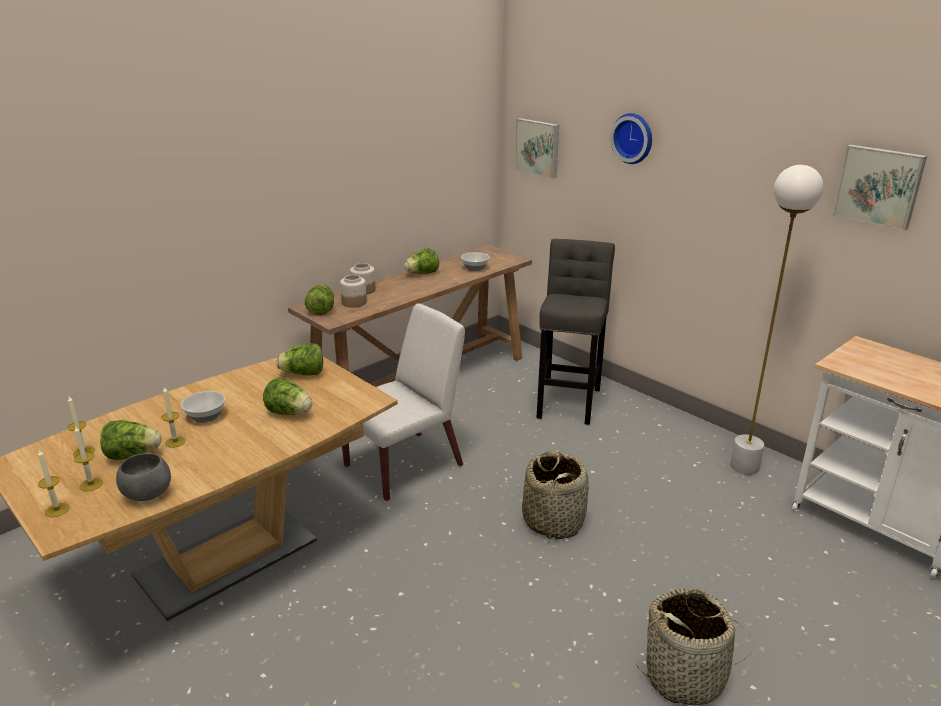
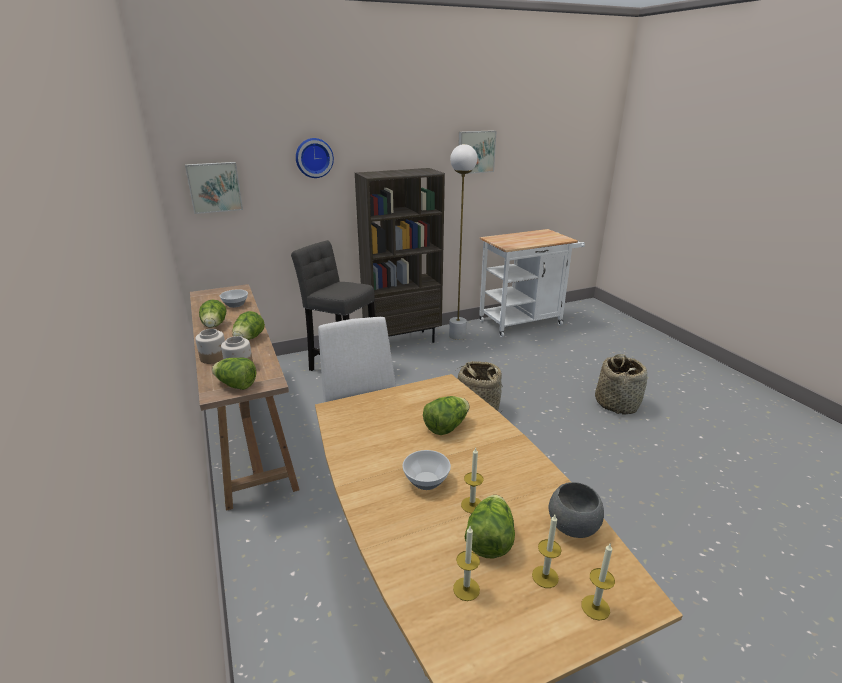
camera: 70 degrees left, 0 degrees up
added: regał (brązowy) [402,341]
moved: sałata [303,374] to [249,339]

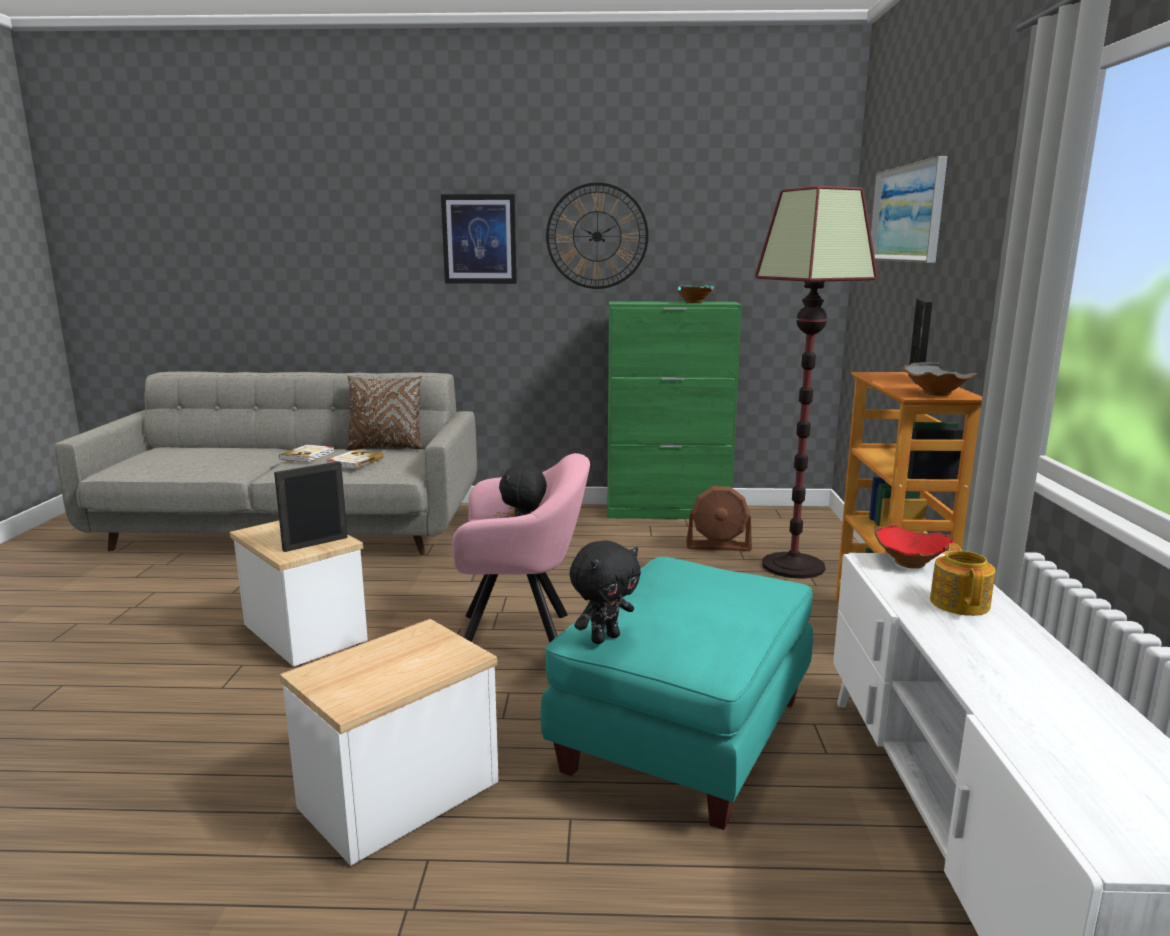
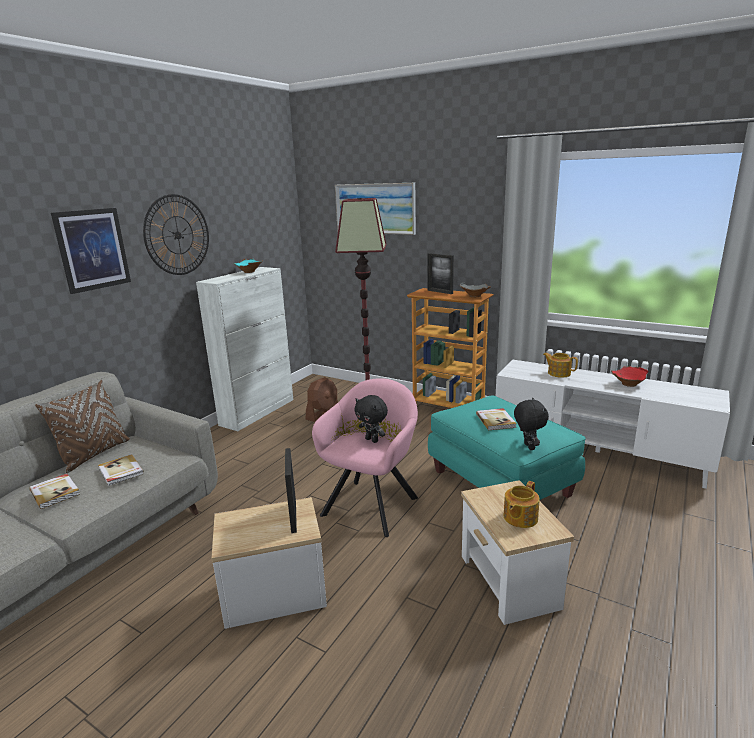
camera: 60 degrees left, 5 degrees up
added: książka [496,420]; imbryk [519,518]
moved: miska (czerwony) [910,562] to [628,384]
recoloured: szafka (zielony) [668,512] to szafka (biały) [258,412]

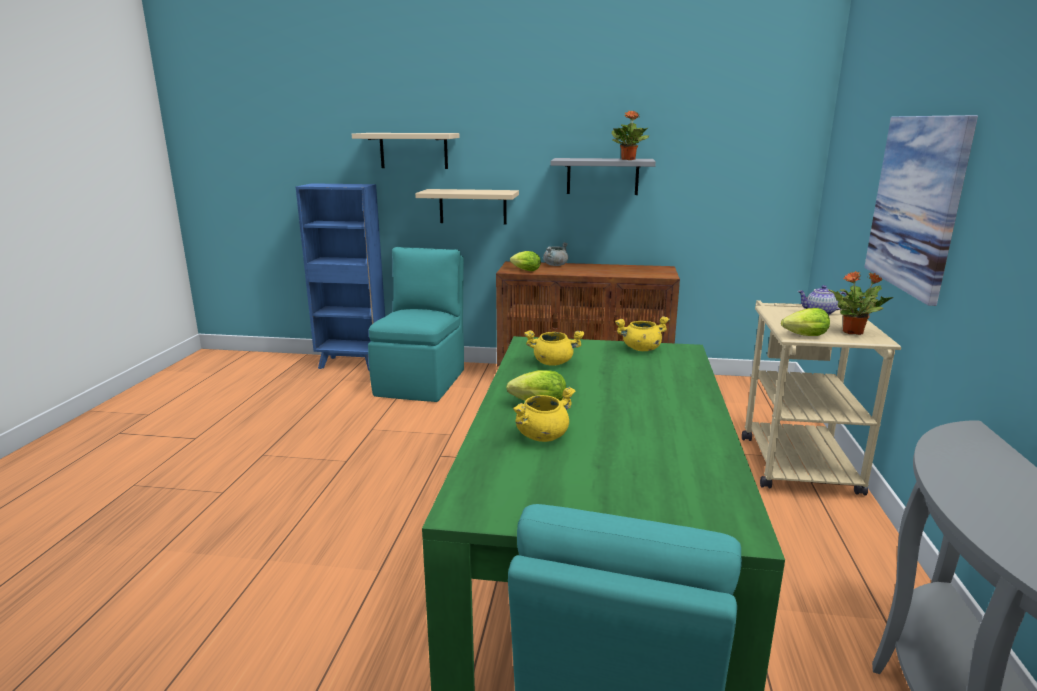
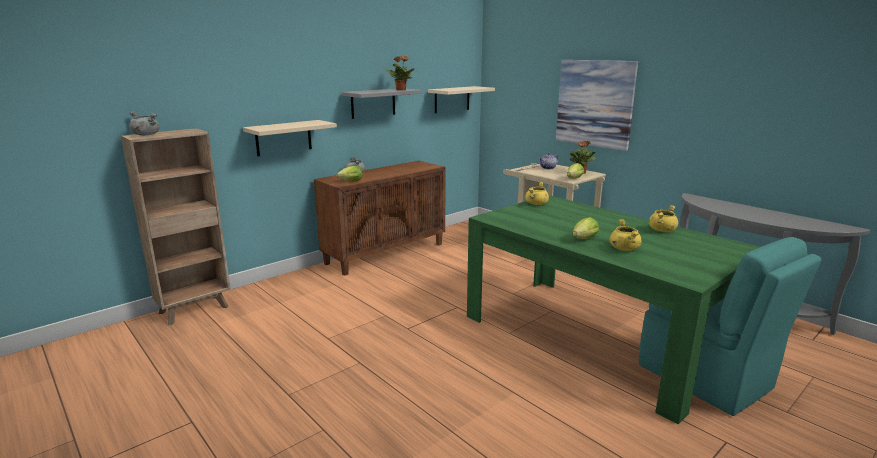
camera: 50 degrees left, 0 degrees up
removed: krzesło (turkusowy) [422,382]
added: garnek (szary) [145,135]
moved: półka (beżowy) [413,150] to [452,99]; garnek (żółty) [553,362] to [662,230]
recoloured: regał (niebieski) [352,364] to regał (brązowy) [195,309]

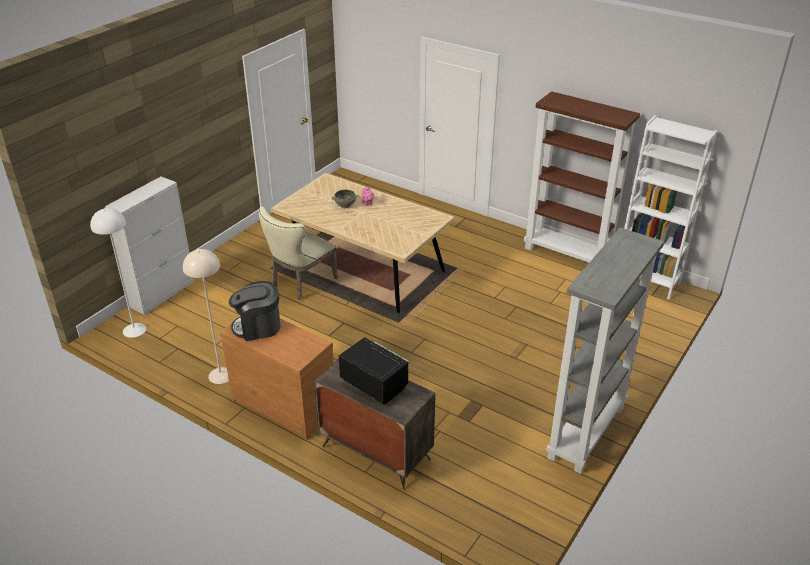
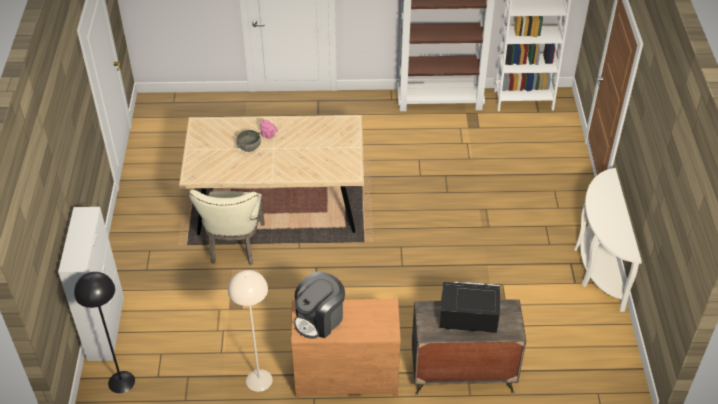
camera: 35 degrees left, 10 degrees up
replaced: regał (szary) [587,433] to stolik konsolowy (biały) [596,266]
recoloured: lampa stojąca (biały) [134,330] to lampa stojąca (czarny) [121,382]

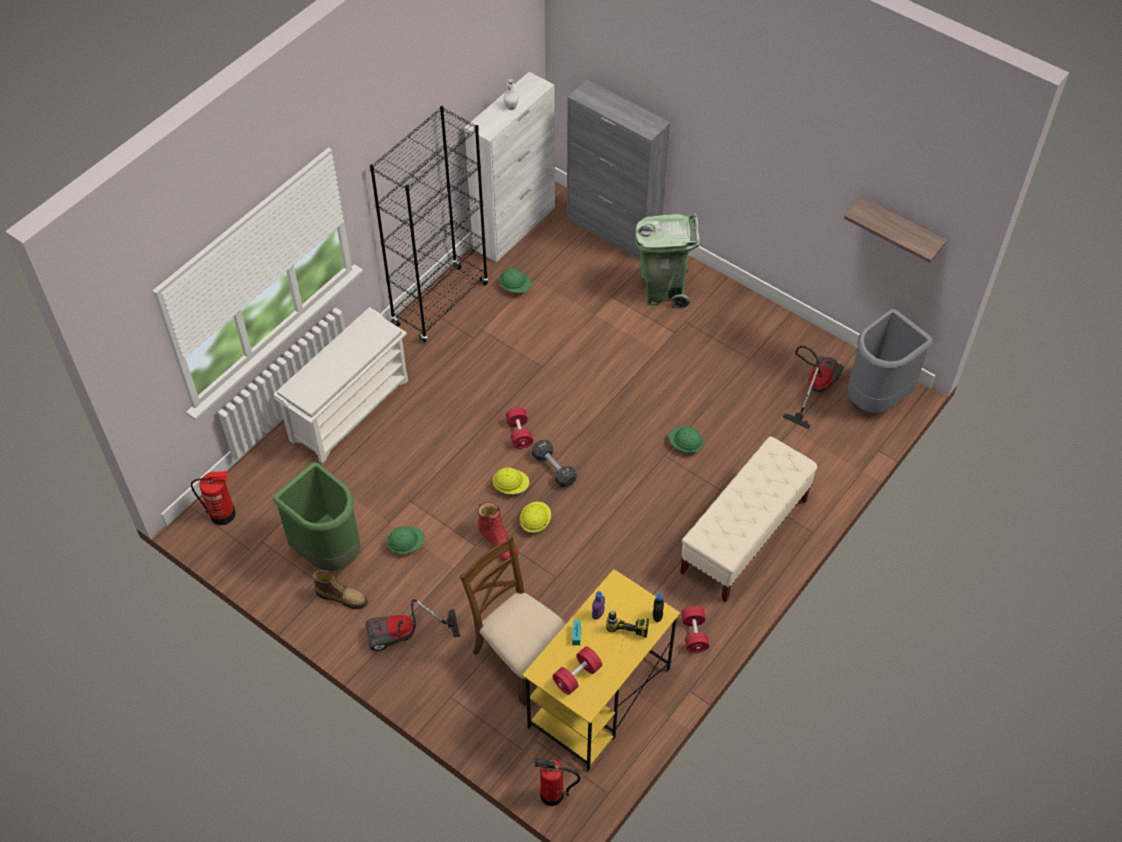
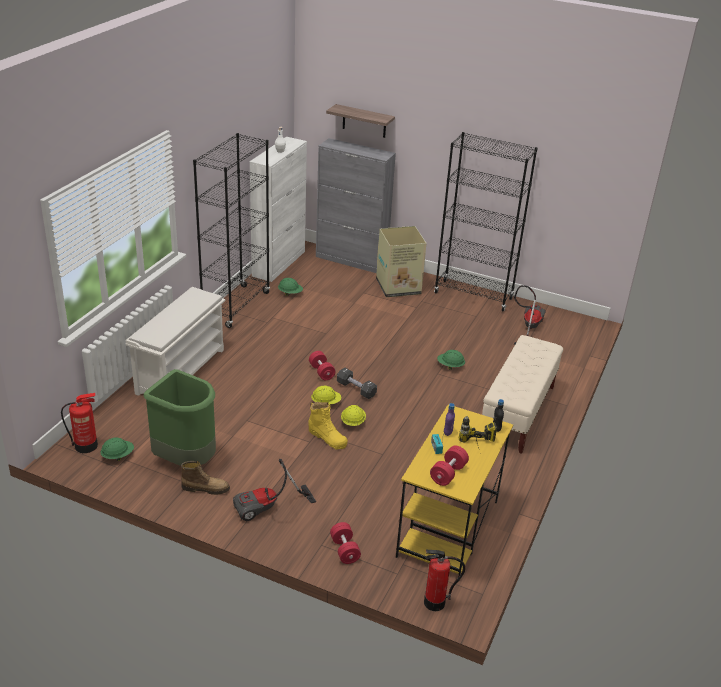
camera: 15 degrees left, 20 degrees down
removed: krzesło (brązowy) [521,657]; kosz na śmieci (szary) [876,398]
added: regał (czarny) [473,296]
moved: kask (zielony) [406,545] to [118,456]; półka [900,230] to [364,121]; hantel (czerwony) [694,634] to [344,550]
replaced: kosz na śmieci (zielony) [663,291] to karton [399,287]
recoloured: but z cholewką (czerwony) [498,542] to but z cholewką (żółty) [327,437]

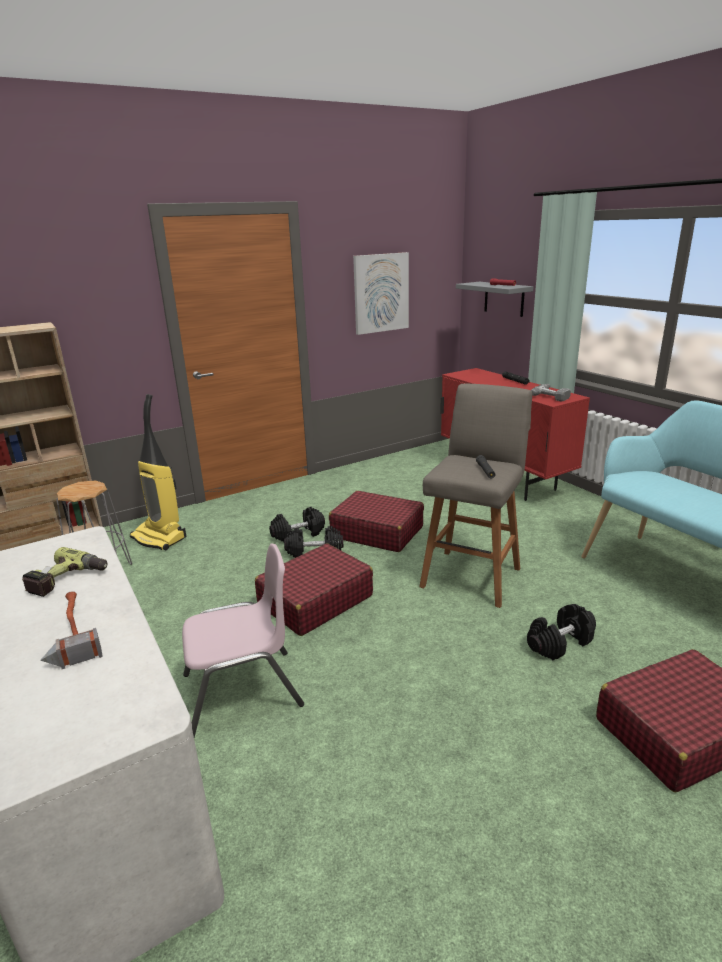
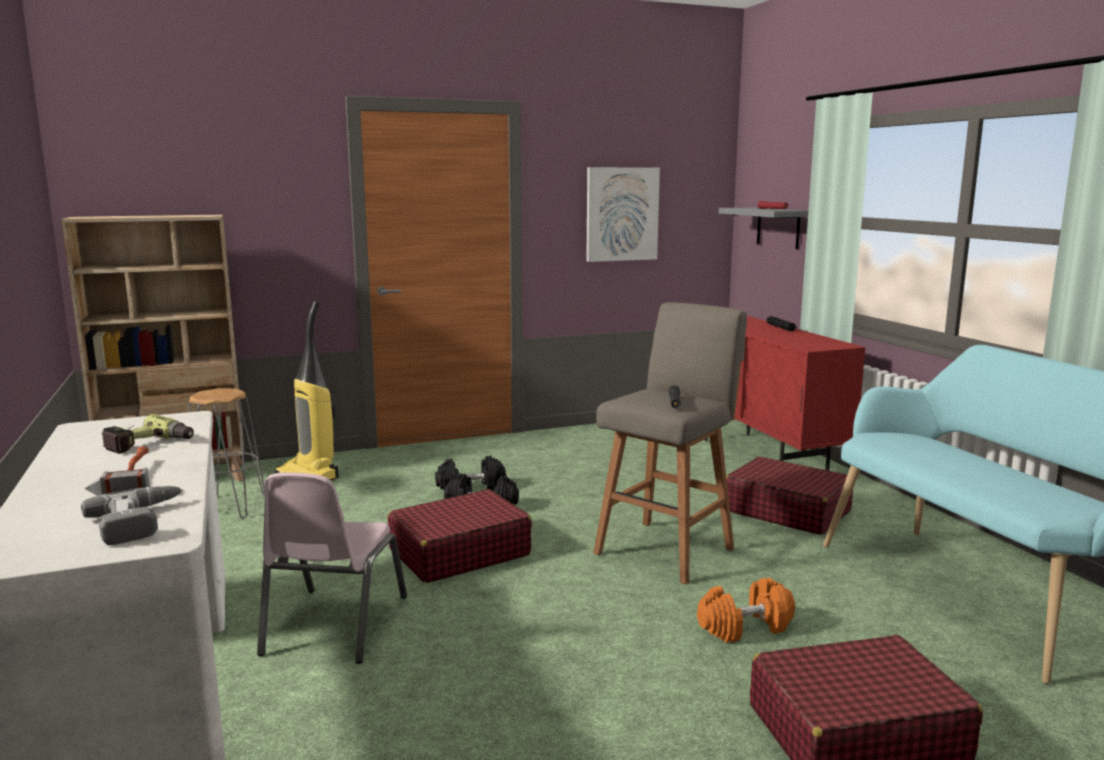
camera: 10 degrees right, 10 degrees down
moved: wiertarka [552,395] to [141,522]; walizka (czerwony) [377,532] to [786,511]
recoloured: hantel (czarny) [560,643] to hantel (pomarańczowy) [745,627]
turned: krzesło (różowy) [243,691] = [334,625] 105 degrees clockwise

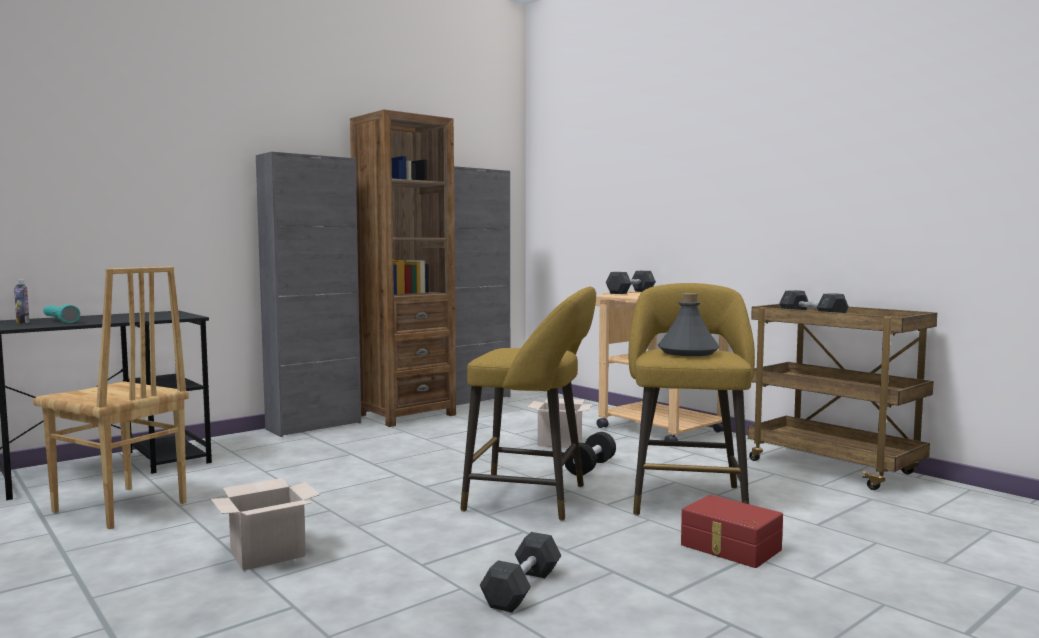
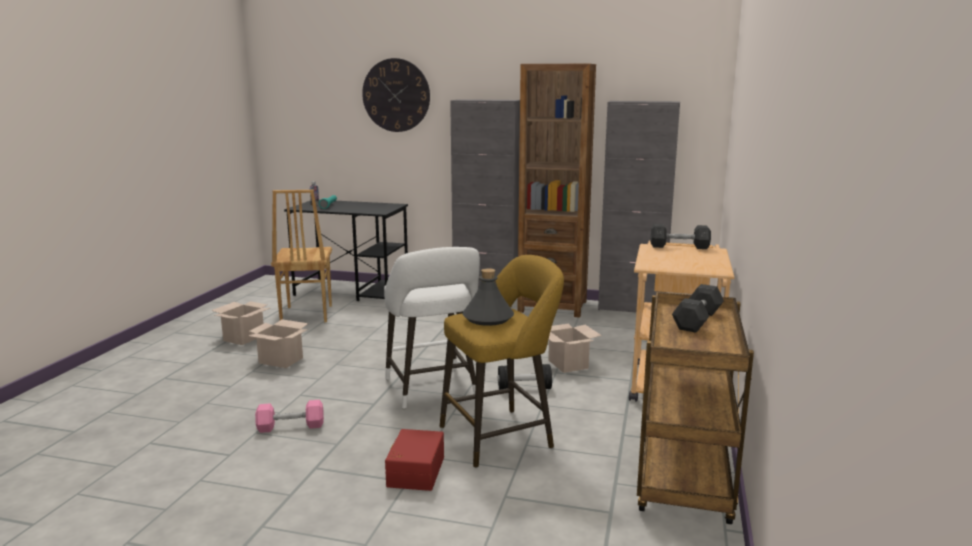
camera: 55 degrees right, 10 degrees up
added: karton [244,337]; zegar ścienny [396,95]
recoloured: hantel (szary) [522,588] to hantel (różowy) [291,426]; stołek (żółty) [533,499] to stołek (biały) [432,390]

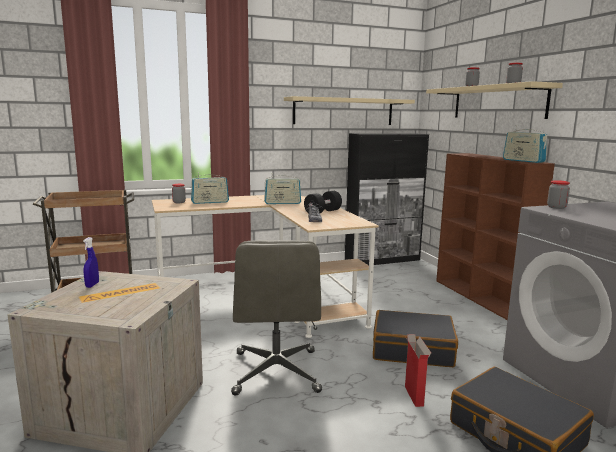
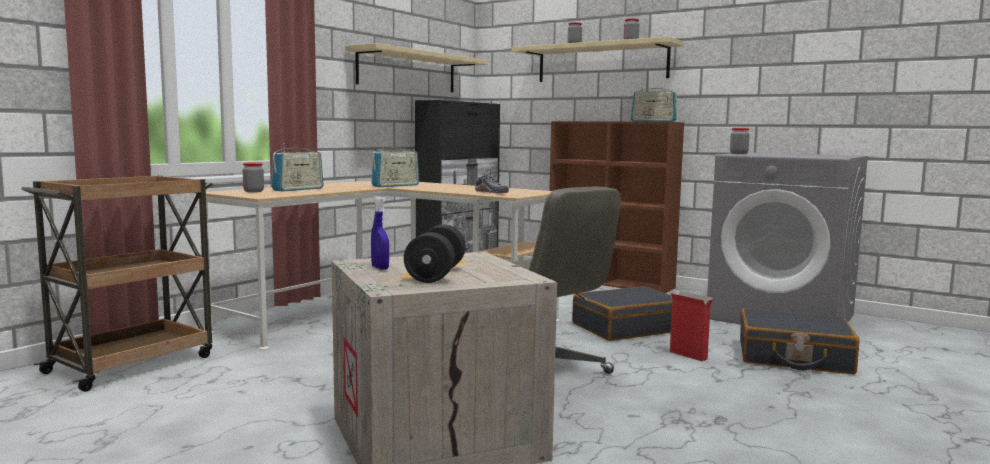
camera: 35 degrees left, 5 degrees down
moved: hantel (czarny) [322,212] to [436,274]

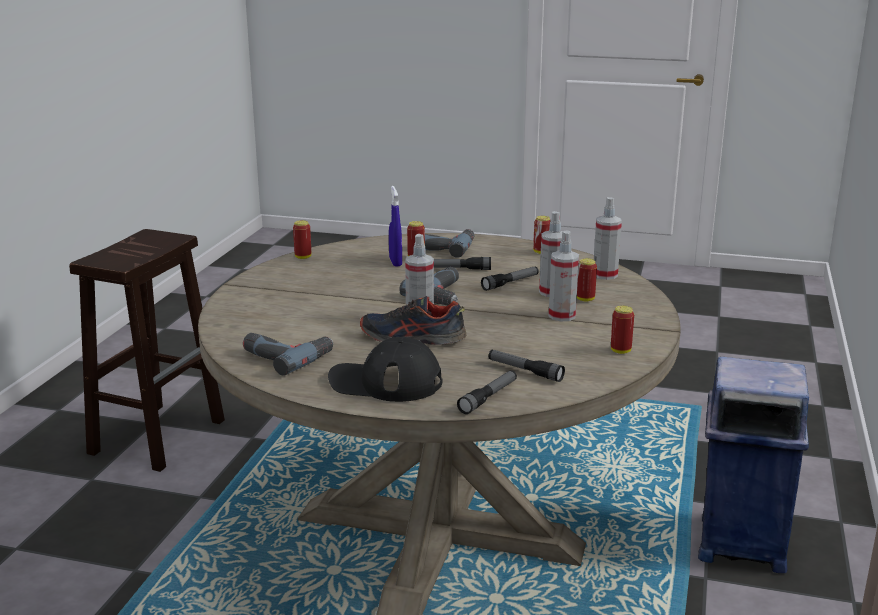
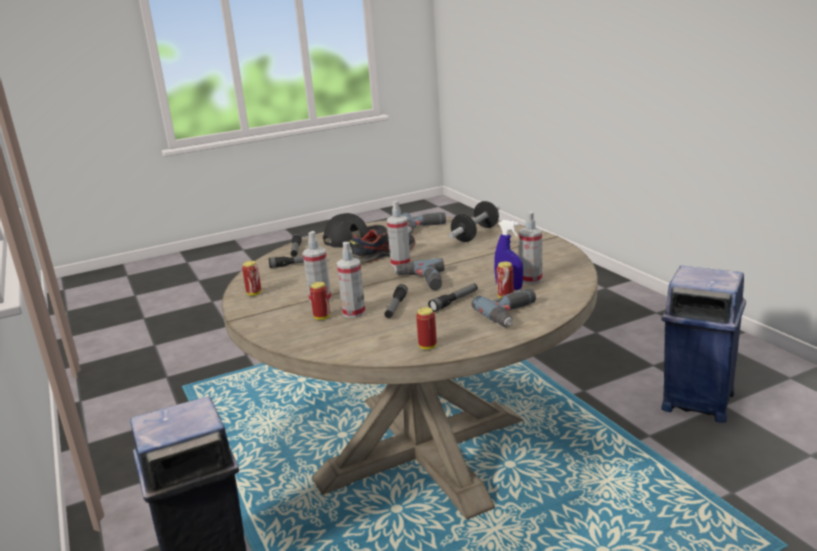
camera: 140 degrees right, 0 degrees up
removed: puszka [303,257]
added: hantel [475,234]
moved: spryskiwacz [605,275] to [531,279]
replaced: stołek (brązowy) [158,435] to kosz na śmieci (niebieski) [696,401]

